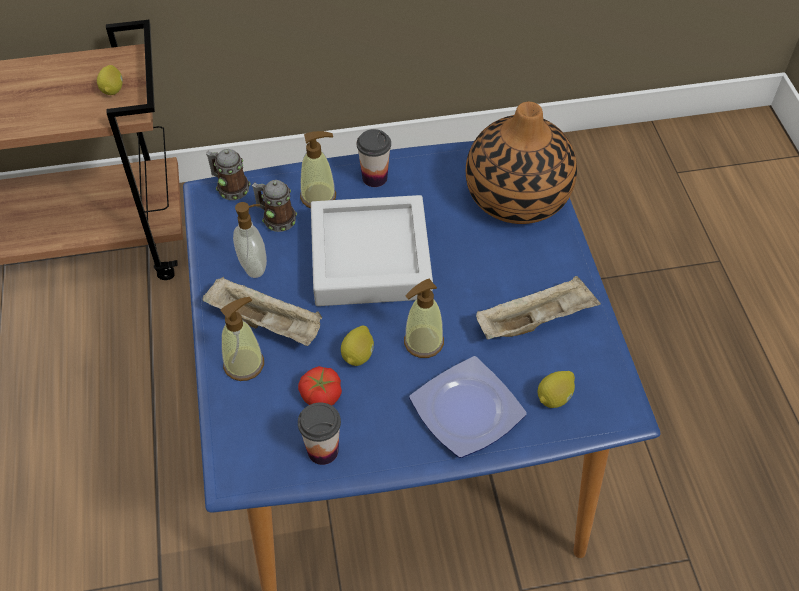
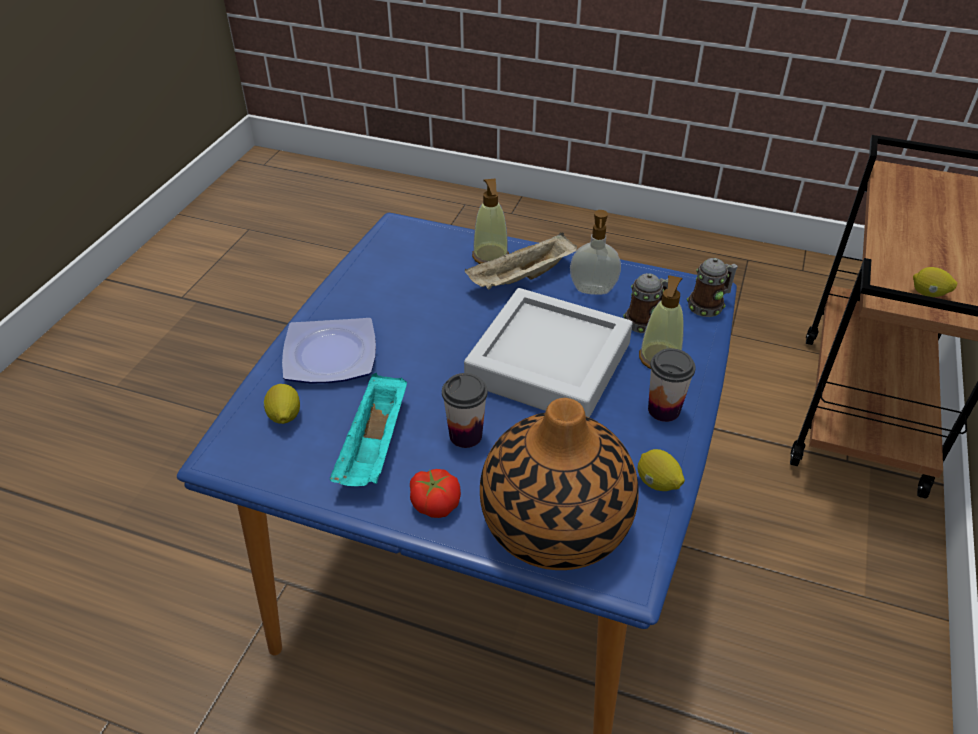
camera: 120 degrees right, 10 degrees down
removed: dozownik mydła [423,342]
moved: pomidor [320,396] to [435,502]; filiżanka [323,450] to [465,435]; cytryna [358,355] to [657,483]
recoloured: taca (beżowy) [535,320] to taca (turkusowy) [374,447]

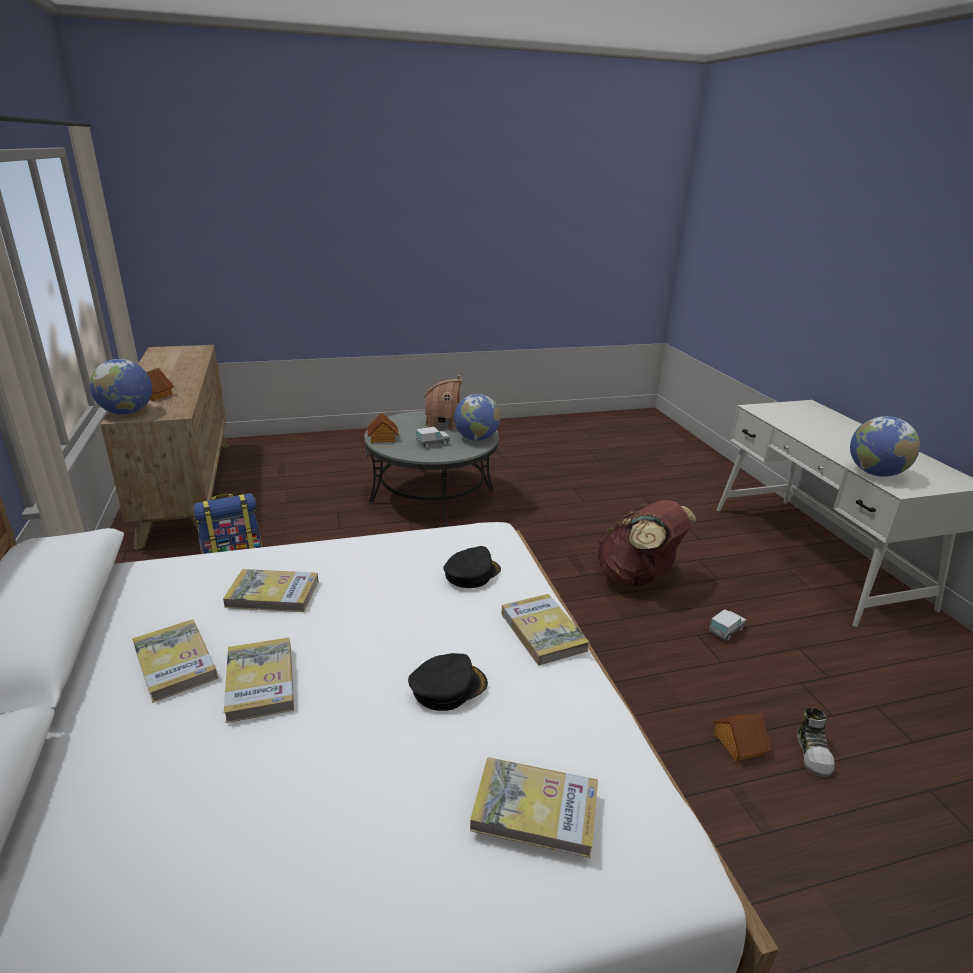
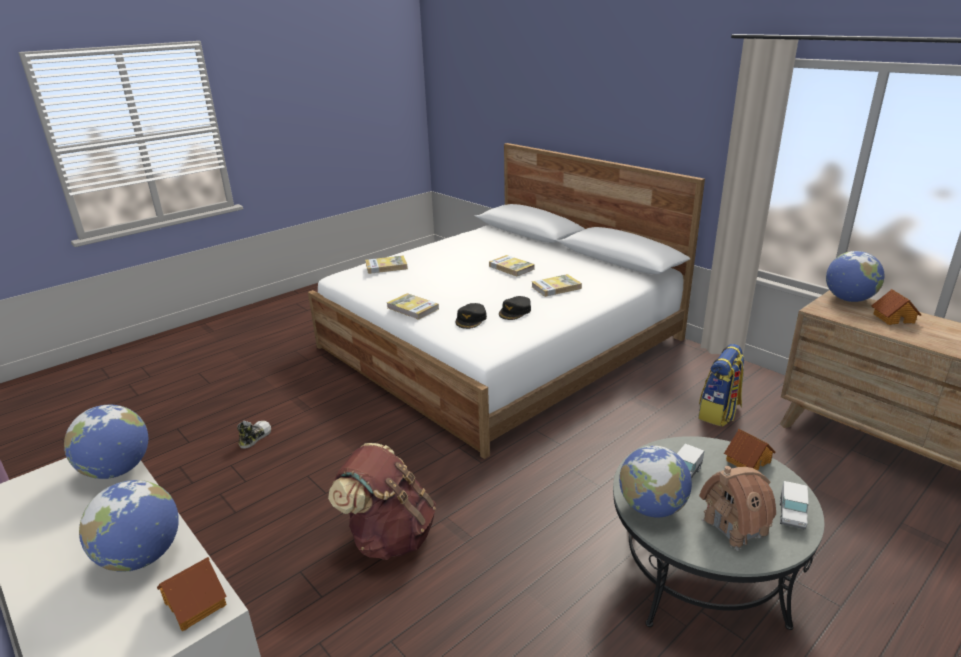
camera: 155 degrees right, 0 degrees up
removed: książka [175,663]
added: globus [142,557]
moved: domek [738,744] to [196,603]; czapka z daszkiem (czarny) [448,687] to [515,312]; ciężarówka zabawkowa [726,631] to [791,515]
turned: but [813,753] = [254,438] 45 degrees clockwise

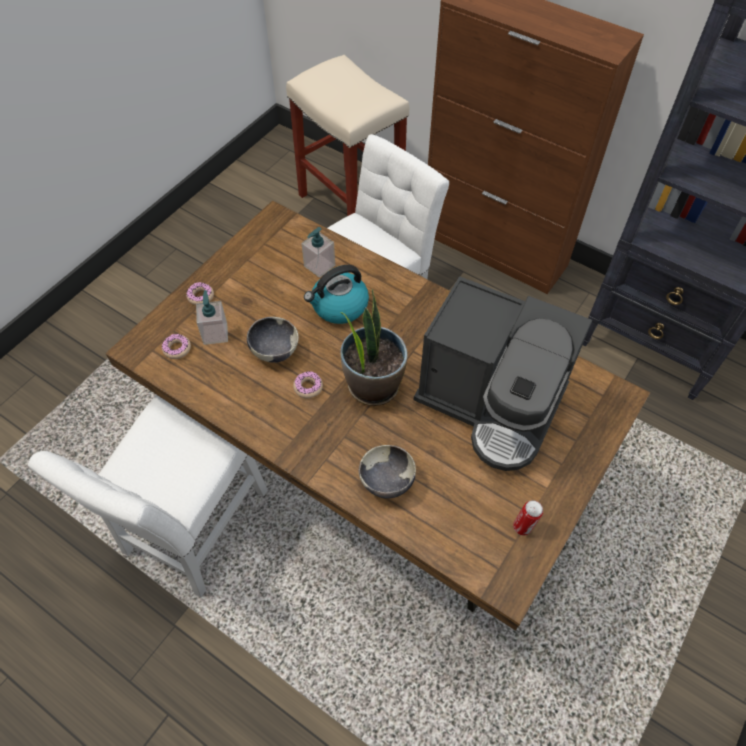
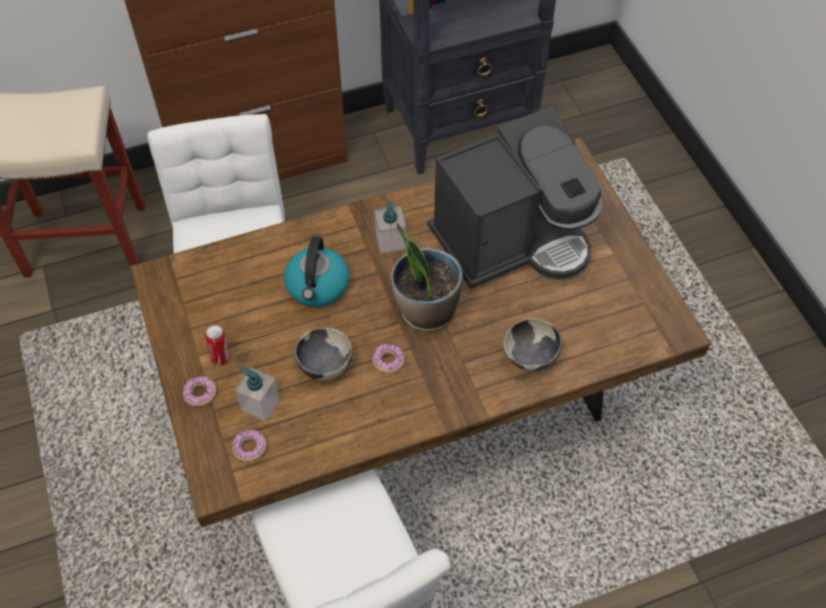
camera: 55 degrees left, 0 degrees up
moved: puszka [523,527] to [221,358]; dozownik mydła [319,266] to [390,241]

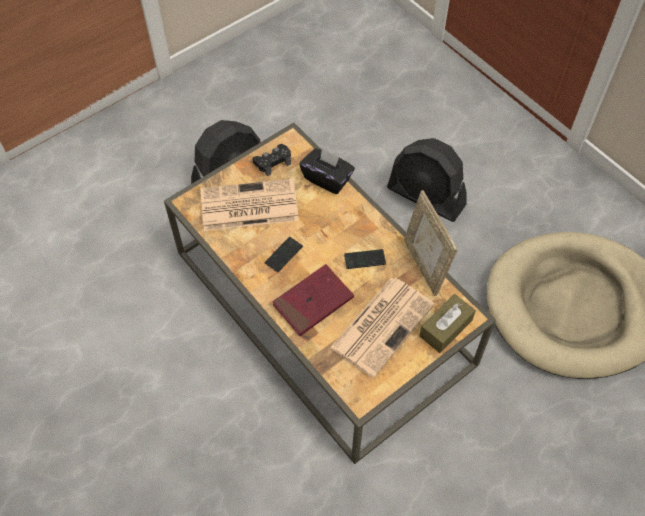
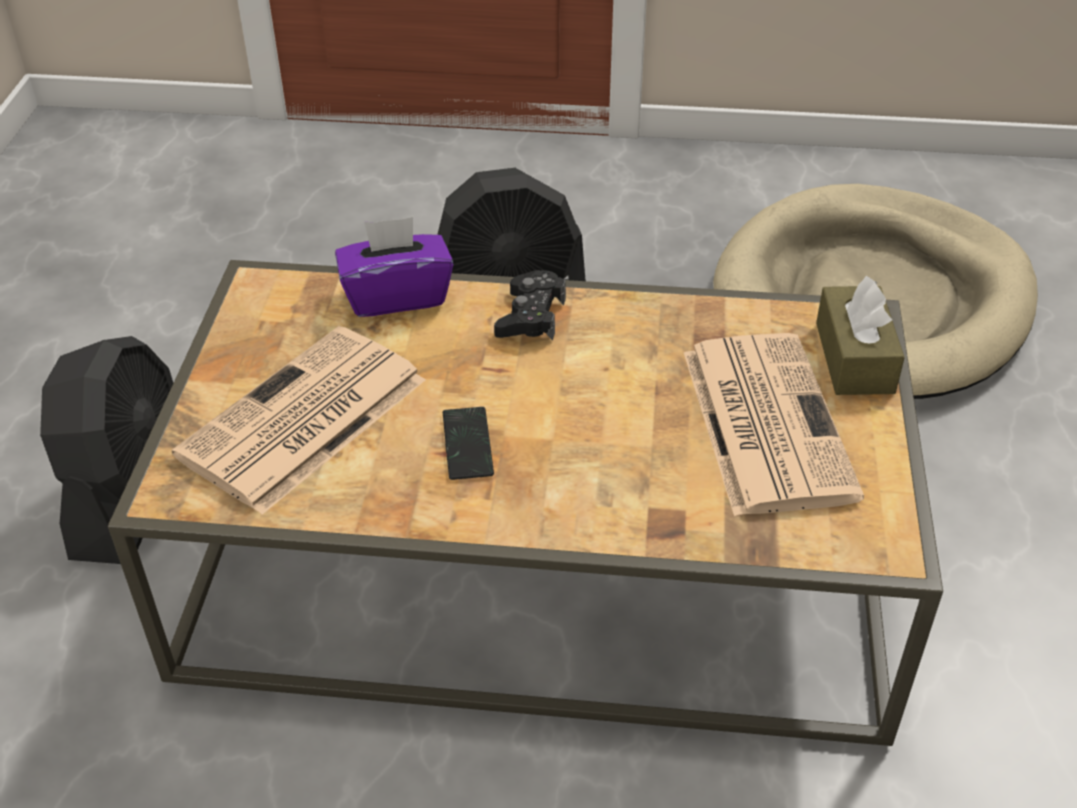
camera: 45 degrees left, 15 degrees down
removed: książka (czerwony) [313,302]; telefon [364,260]; ramka na zdjęcie [424,266]
moved: pad do gier (czarny) [273,162] to [531,316]
recoloured: pudełko chusteczek (czarny) [327,179] to pudełko chusteczek (fioletowy) [396,295]

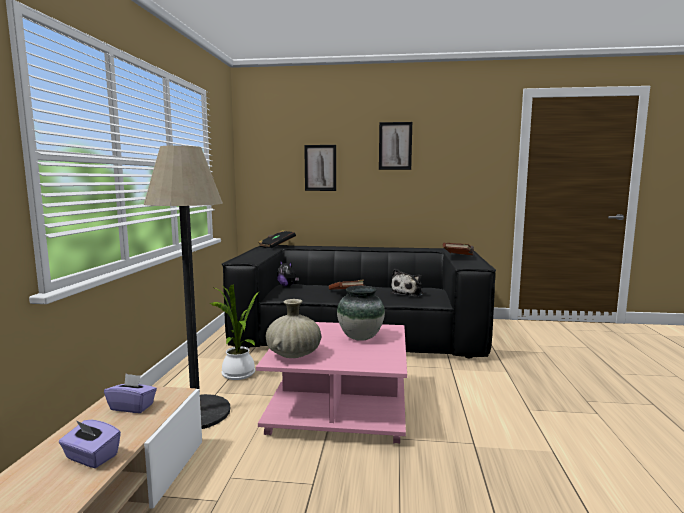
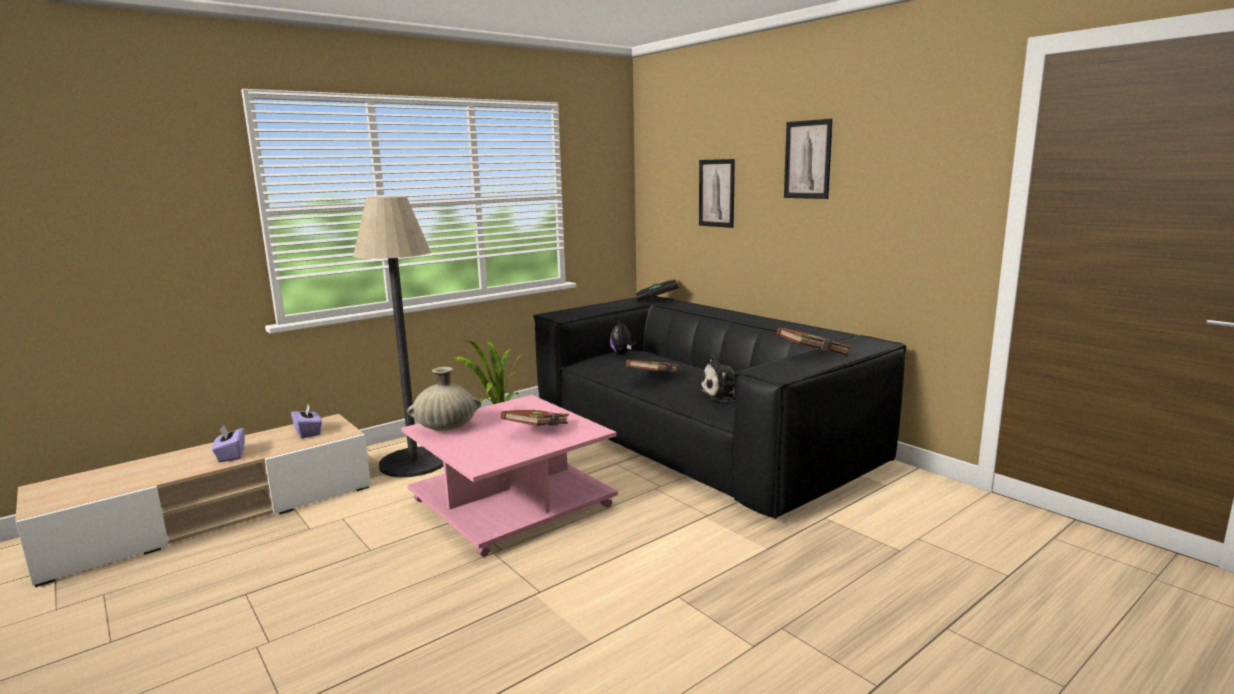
camera: 45 degrees right, 5 degrees up
replaced: wazon [360,337] to książka (brązowy) [537,430]

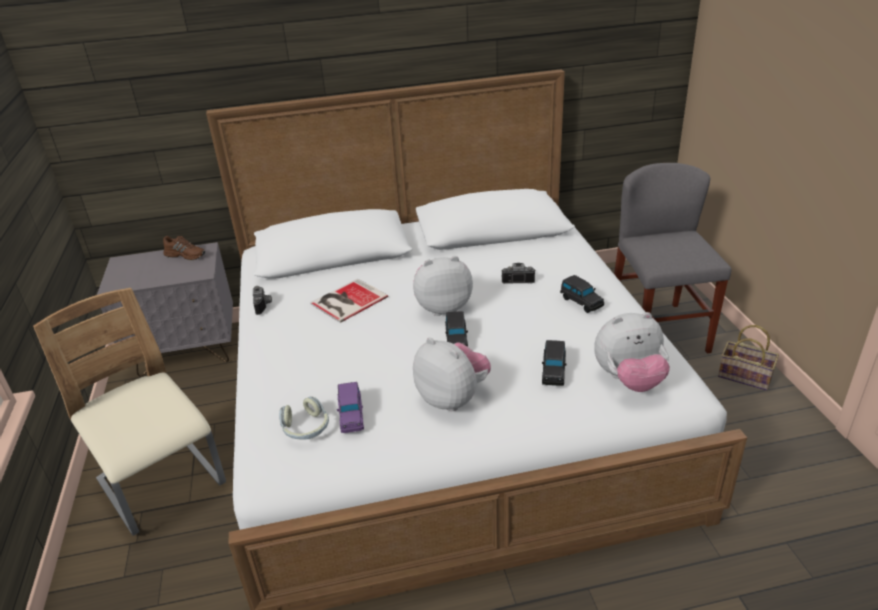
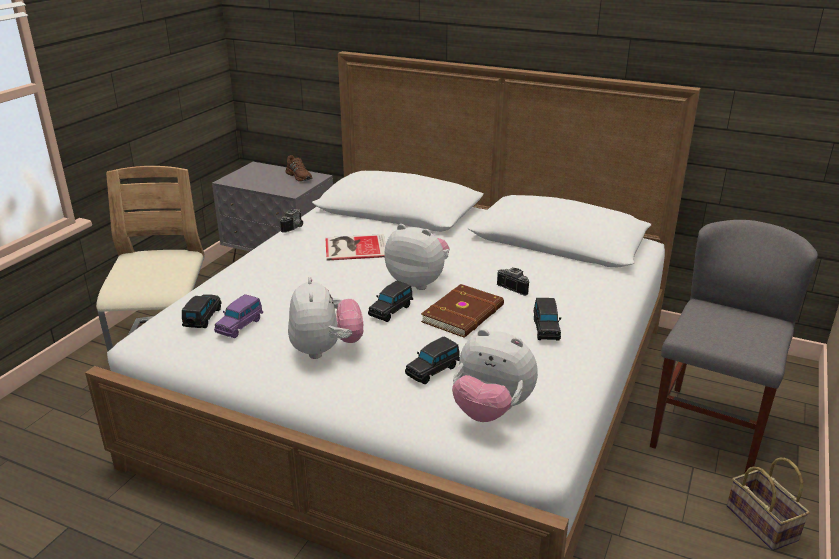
camera: 35 degrees right, 5 degrees down
added: książka (brązowy) [464,314]
replaced: słuchawki [306,428] to samochodzik (czarny) [202,319]

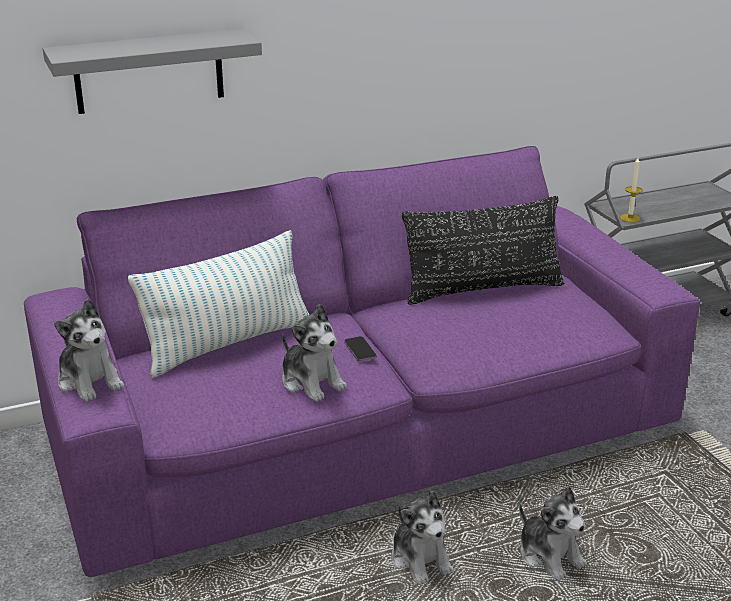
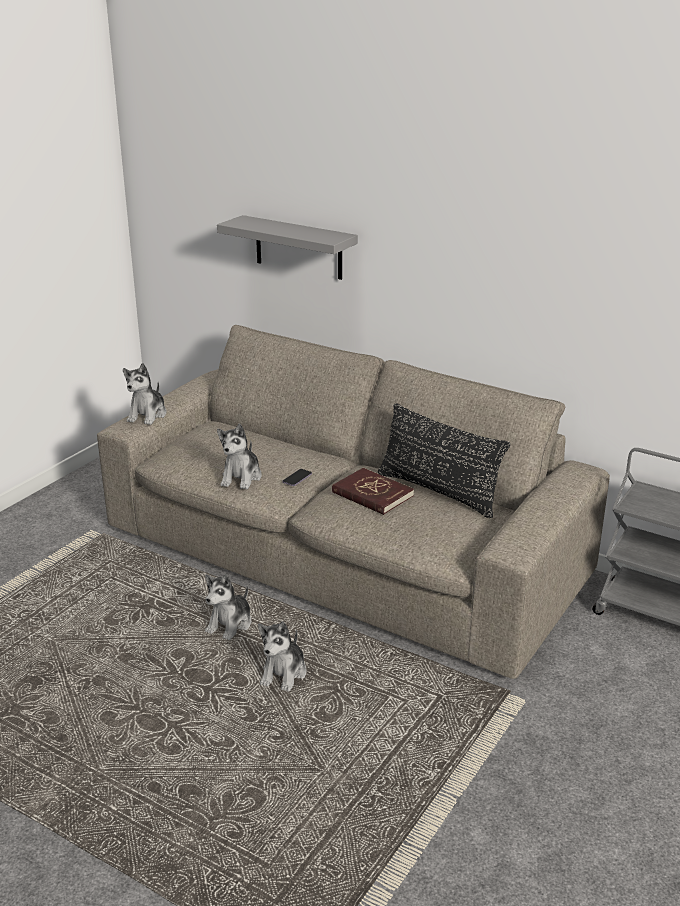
camera: 55 degrees right, 0 degrees up
removed: poduszka [228,344]; świeca [630,218]
added: książka (czerwony) [372,494]
recoloured: kanapa (fioletowy) [364,430] to kanapa (beżowy) [340,553]

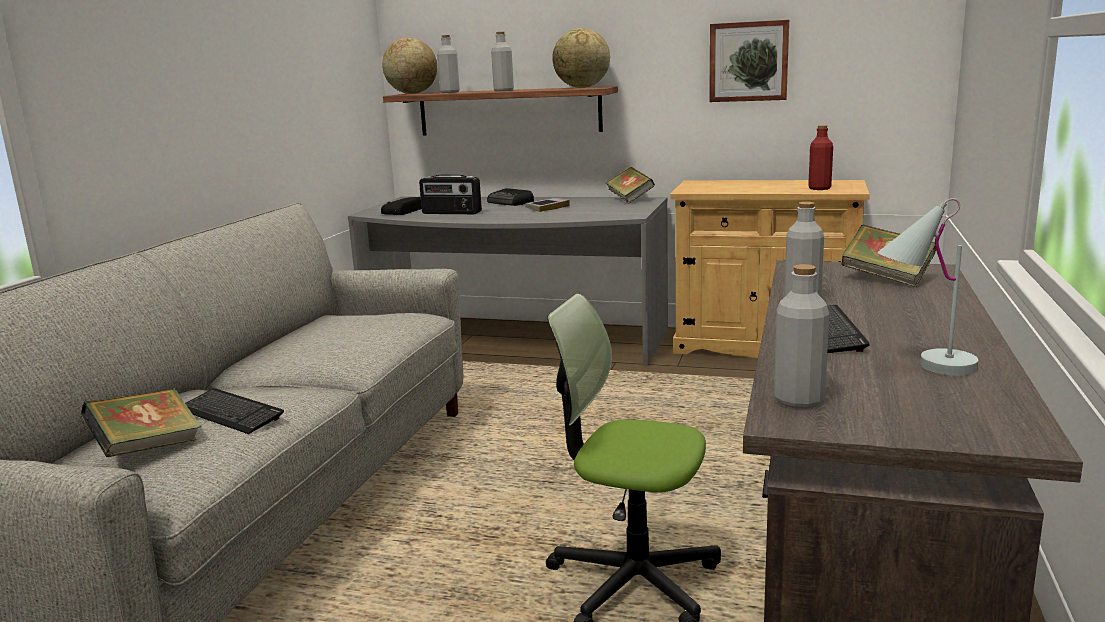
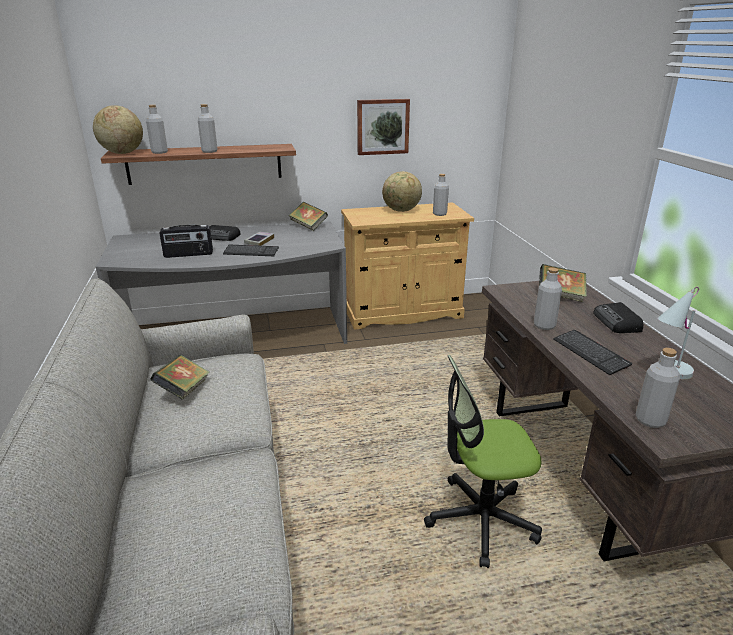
camera: 30 degrees left, 10 degrees up
moved: książka [148,448] to [183,391]; klawiatura [230,413] to [251,252]; globus [581,87] to [401,211]; radio [403,211] to [617,322]
recoloured: butelka (czerwony) [819,188] to butelka (szary) [439,214]

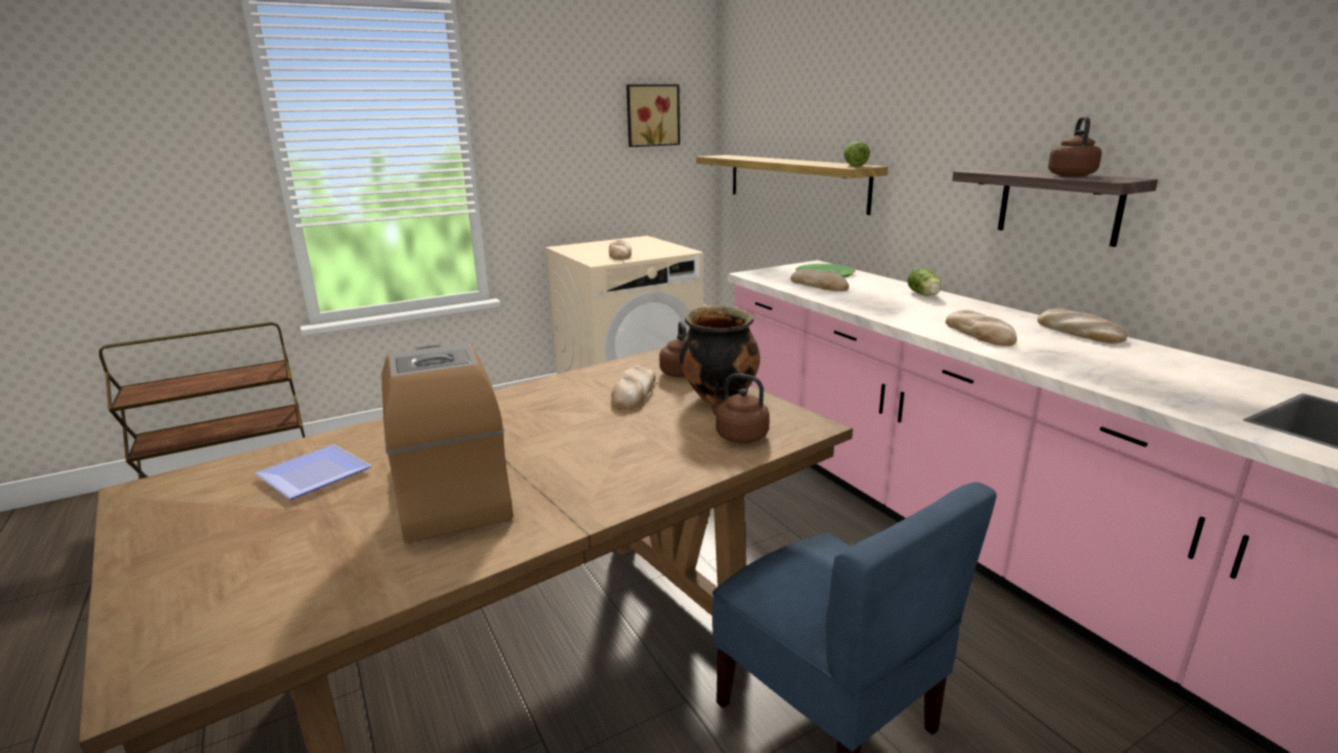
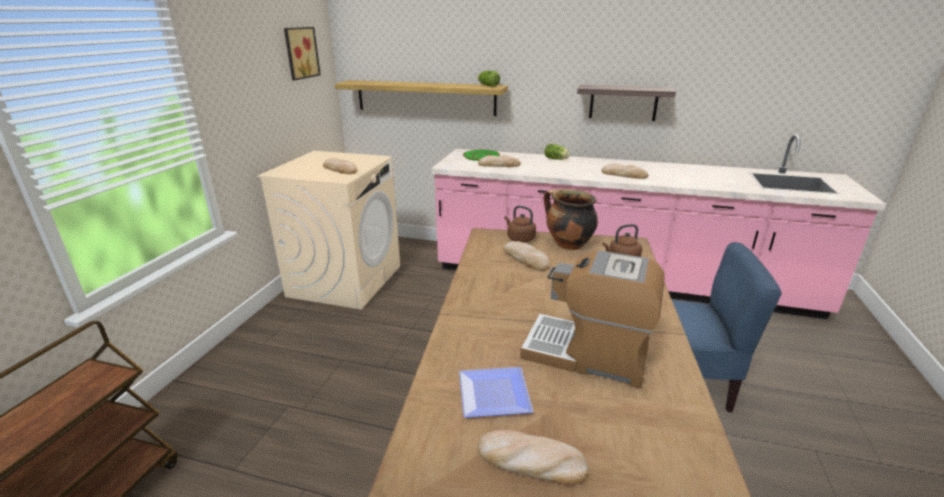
camera: 45 degrees left, 5 degrees up
removed: czajnik (brązowy) [1070,175]
moved: chleb [1078,332] to [530,461]

